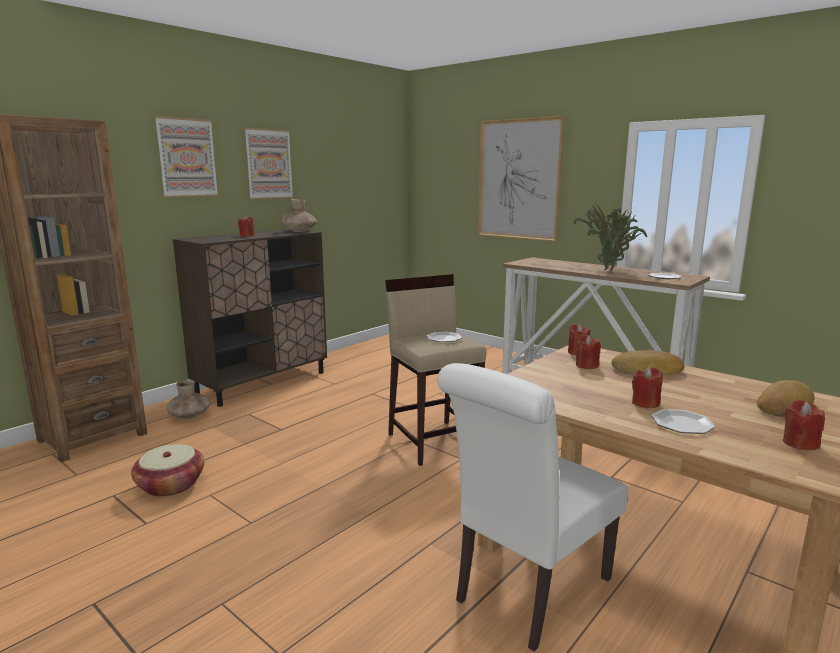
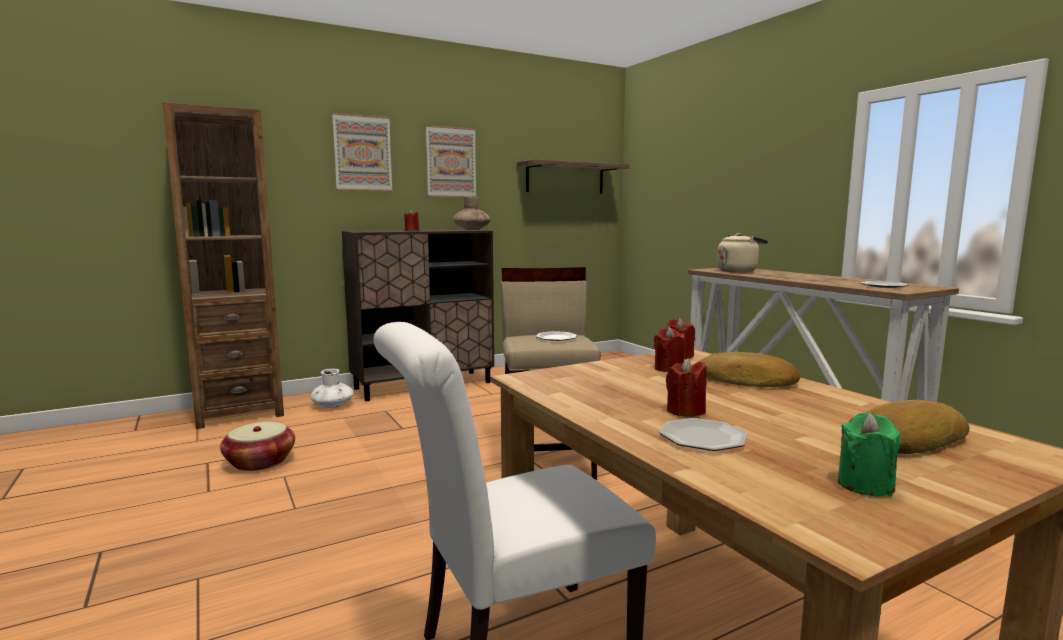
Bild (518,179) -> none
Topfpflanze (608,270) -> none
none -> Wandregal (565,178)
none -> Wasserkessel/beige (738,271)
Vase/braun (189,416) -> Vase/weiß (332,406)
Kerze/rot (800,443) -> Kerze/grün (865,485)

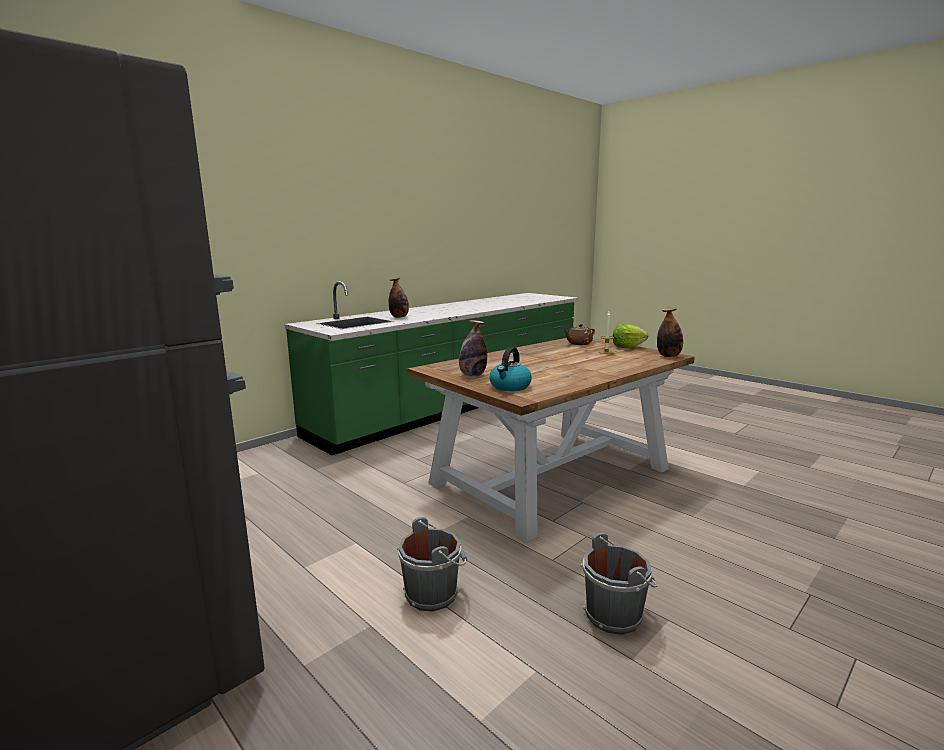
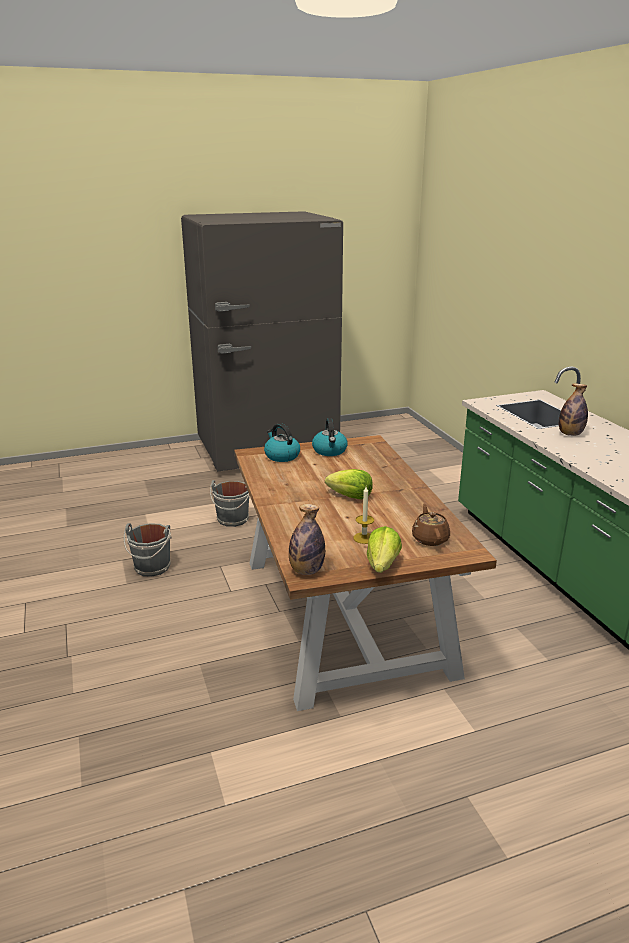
none -> Salatkopf (350,496)
Flasche (472,375) -> Wasserkessel (330,451)

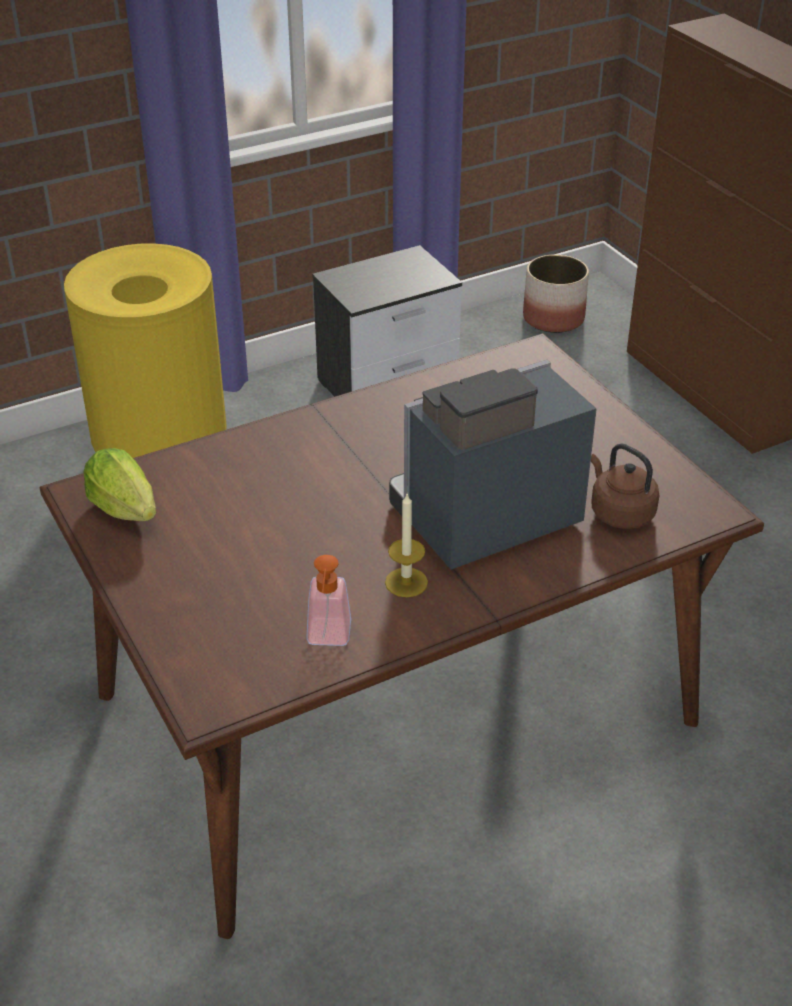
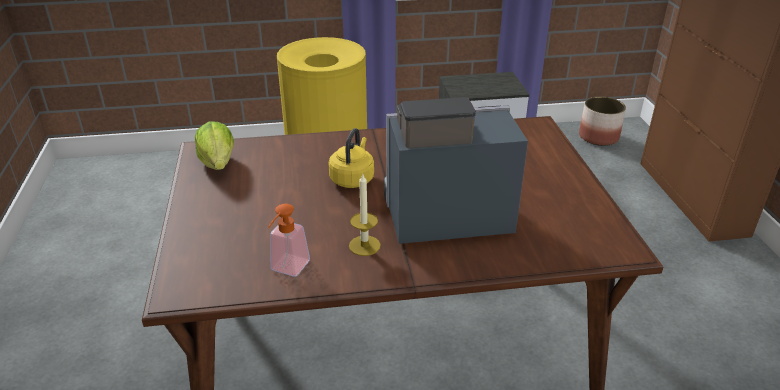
Wasserkessel/braun (619,513) -> none
none -> Wasserkessel/gelb (353,179)

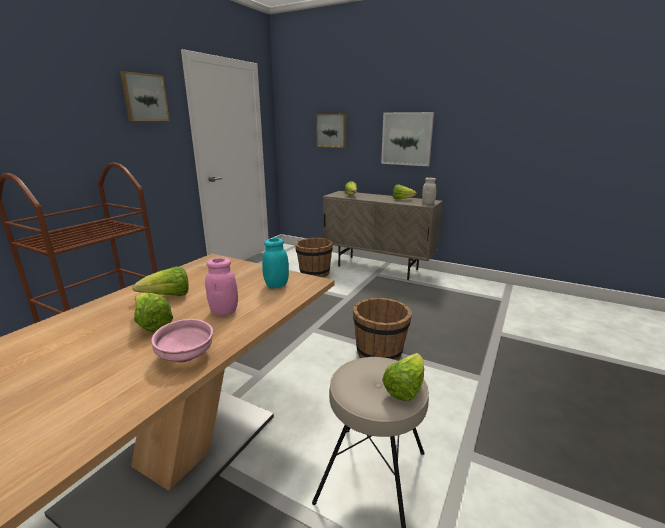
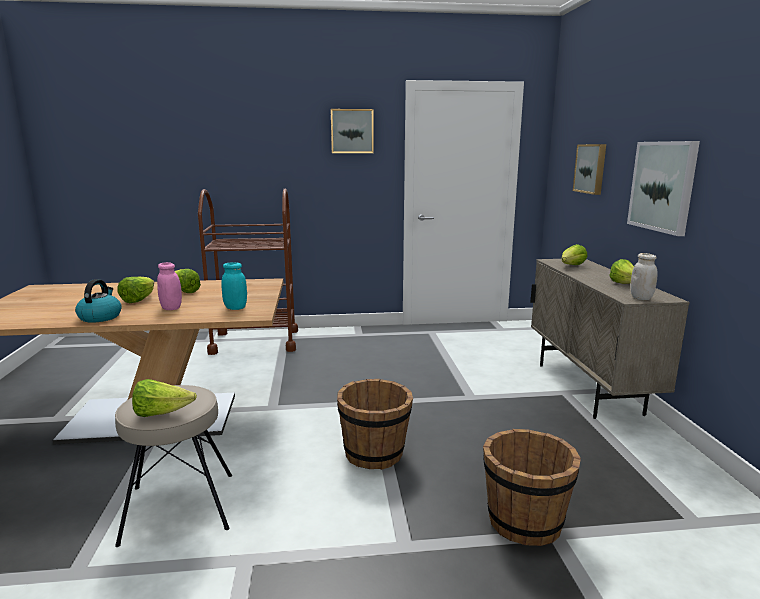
Eimer/braun (314,273) -> Eimer/braun (524,521), moved
Schüssel/rosa (186,356) -> Wasserkessel (100,317)

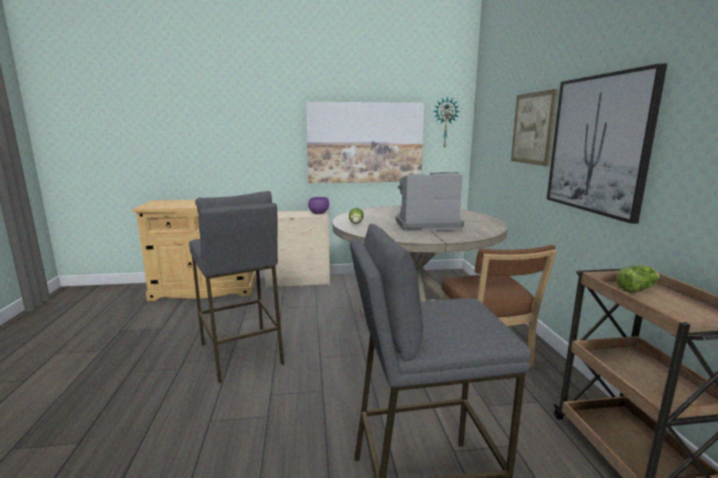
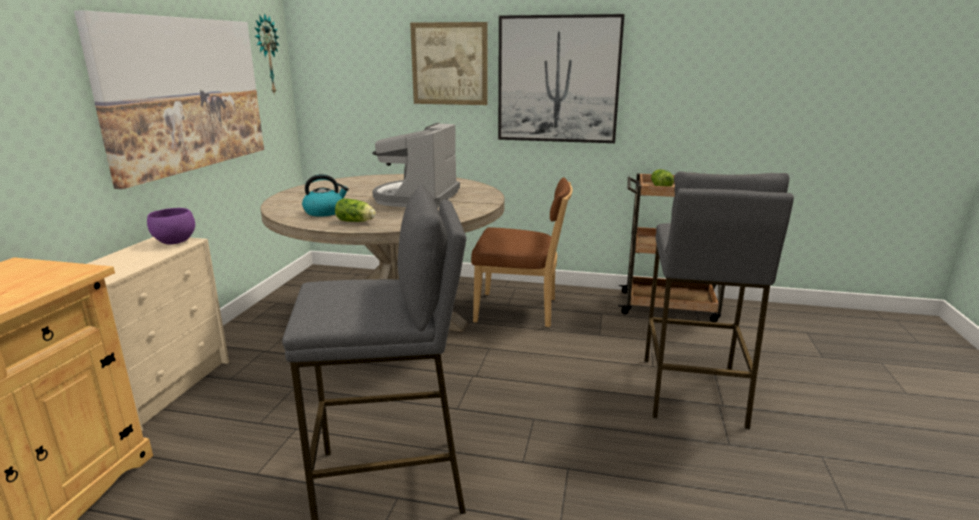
none -> Wasserkessel (325,212)

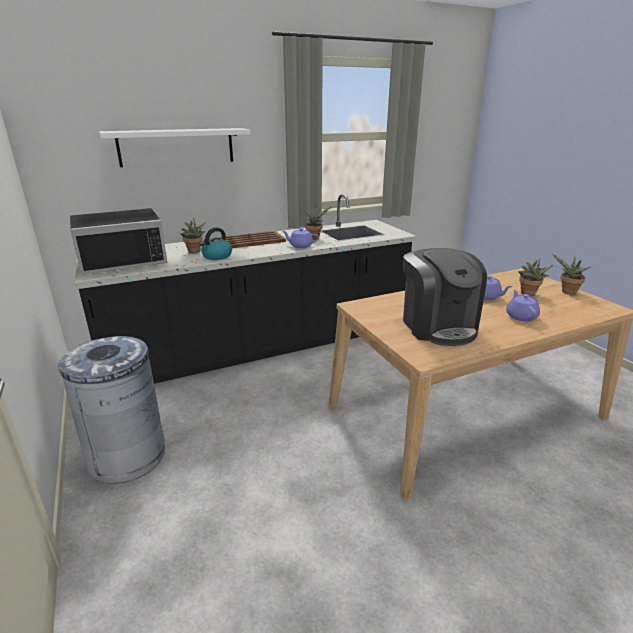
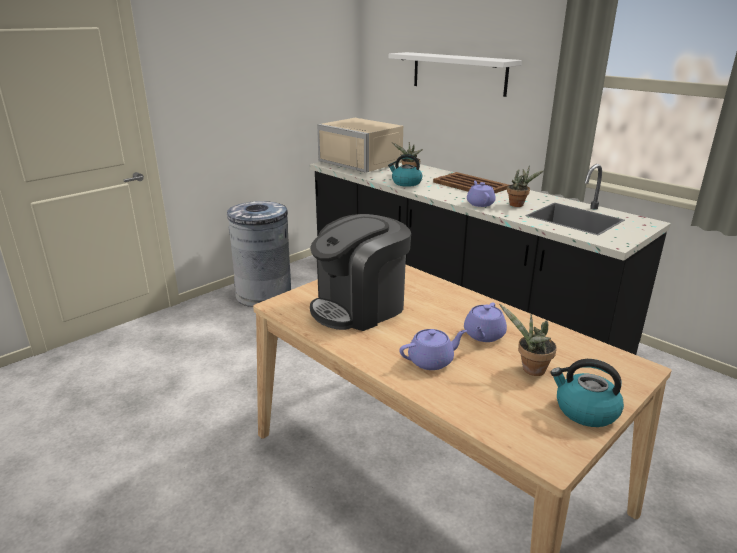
Topfpflanze (567,292) -> Wasserkessel (585,410)
Mikrowelle/schwarz (123,260) -> Mikrowelle/beige (364,163)

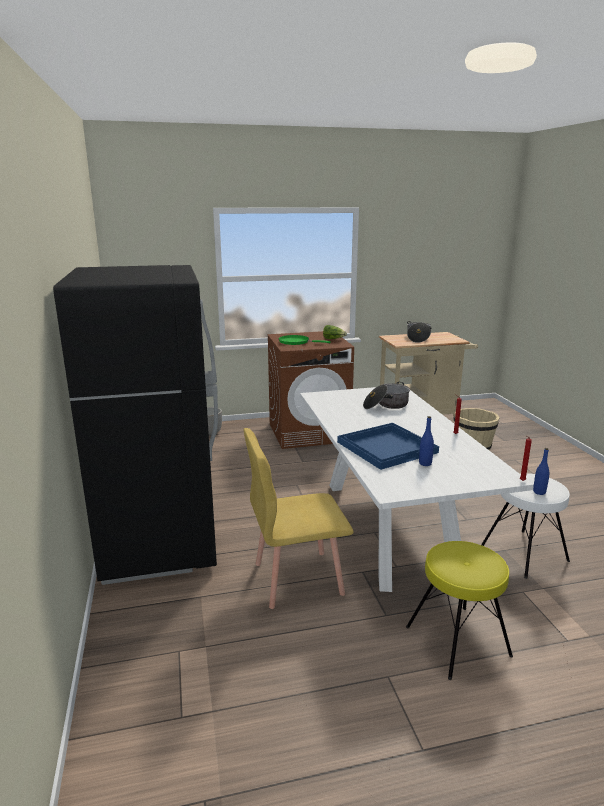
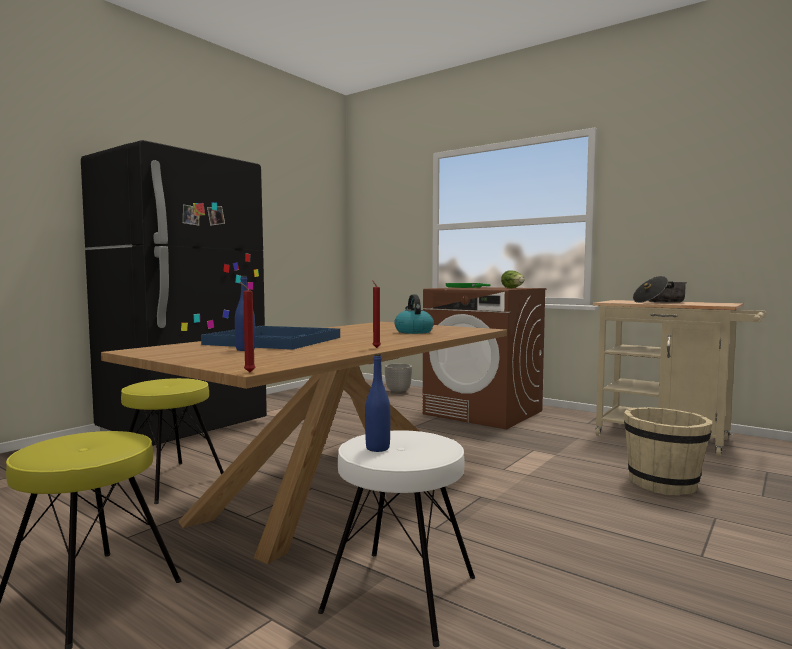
Stuhl/gelb (297,578) -> Hocker/gelb (169,481)
Kochtopf (386,405) -> Wasserkessel (413,332)
Esstisch/weiß (387,525) -> Esstisch/braun (339,490)

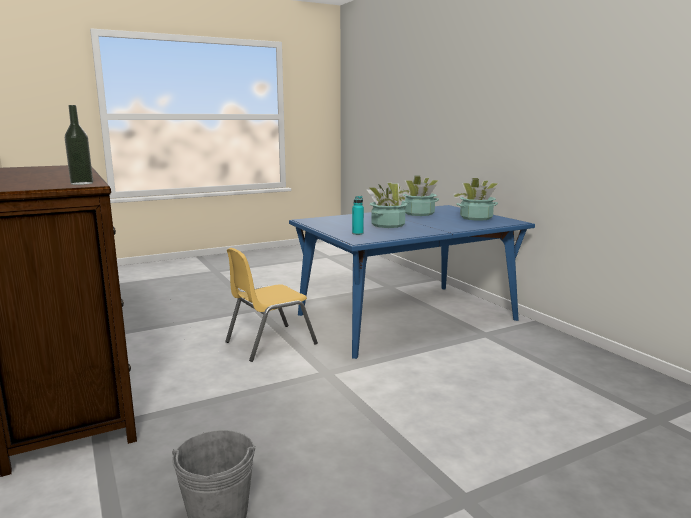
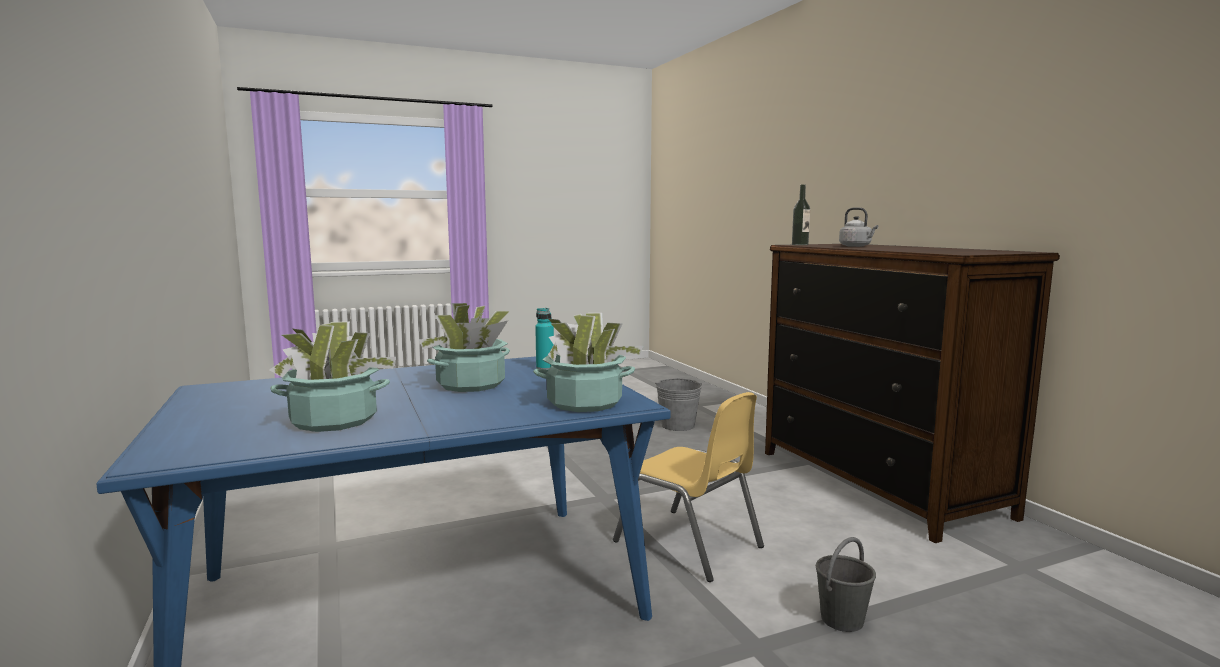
none -> Eimer/grau (841,620)
none -> Wasserkessel/grau (856,246)
Topfpflanze (476,218) -> Topfpflanze (584,403), moved
Stuhl/gelb (270,343) -> Stuhl/gelb (689,544), 75 degrees clockwise

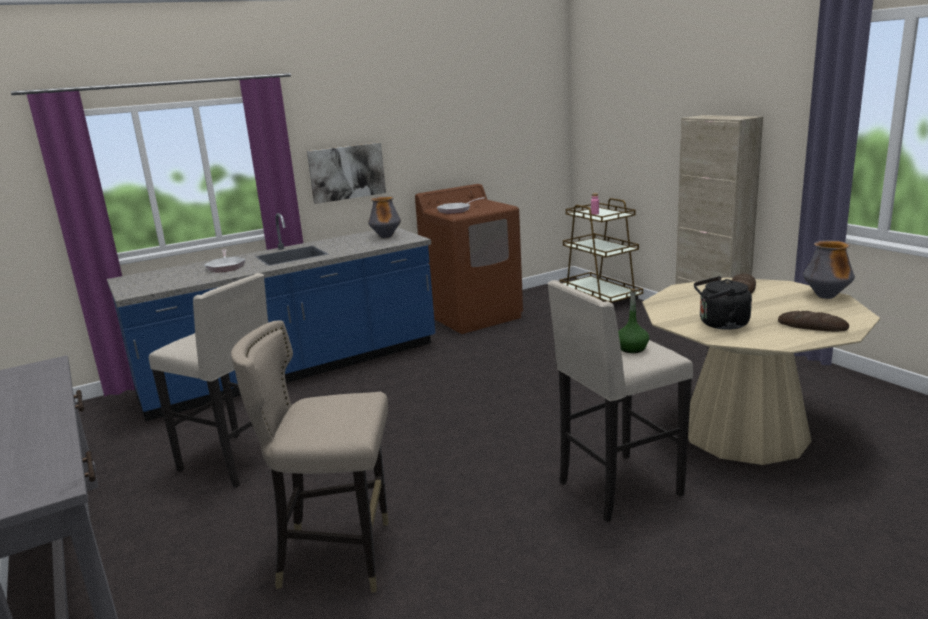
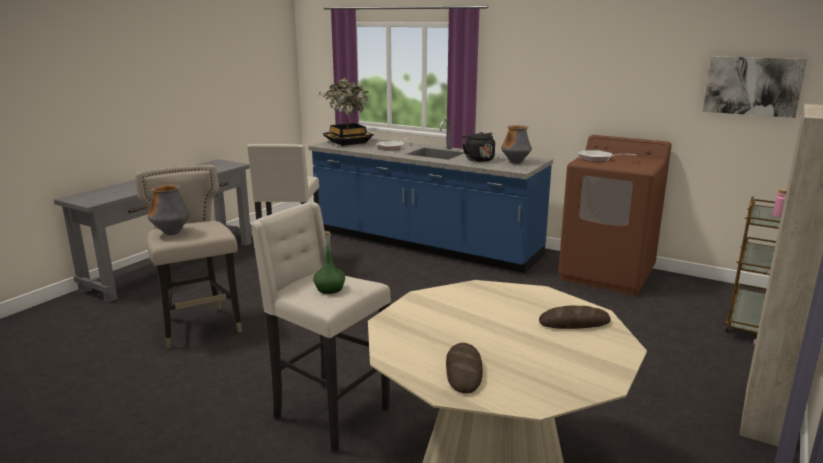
none -> Topfpflanze (348,142)
Bild (347,172) -> Bild (752,86), moved
Wasserkessel/schwarz (720,324) -> Wasserkessel/schwarz (478,159), moved
Vase (826,296) -> Vase (171,233), moved

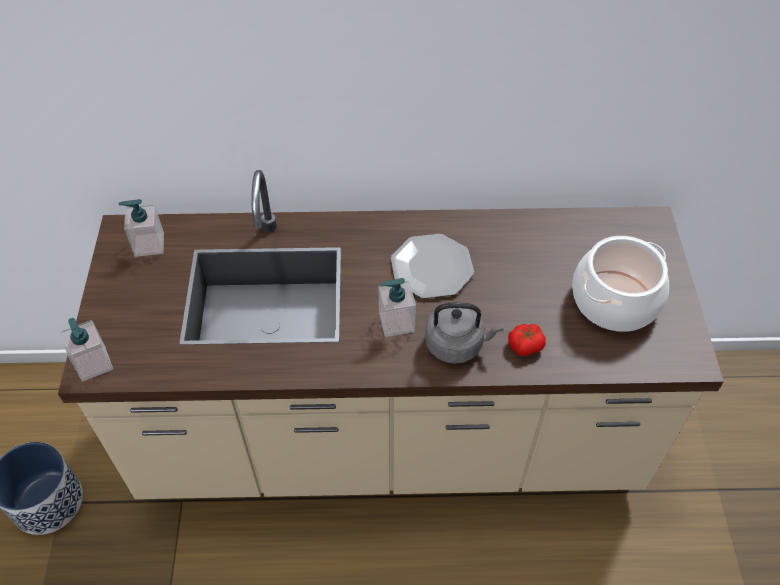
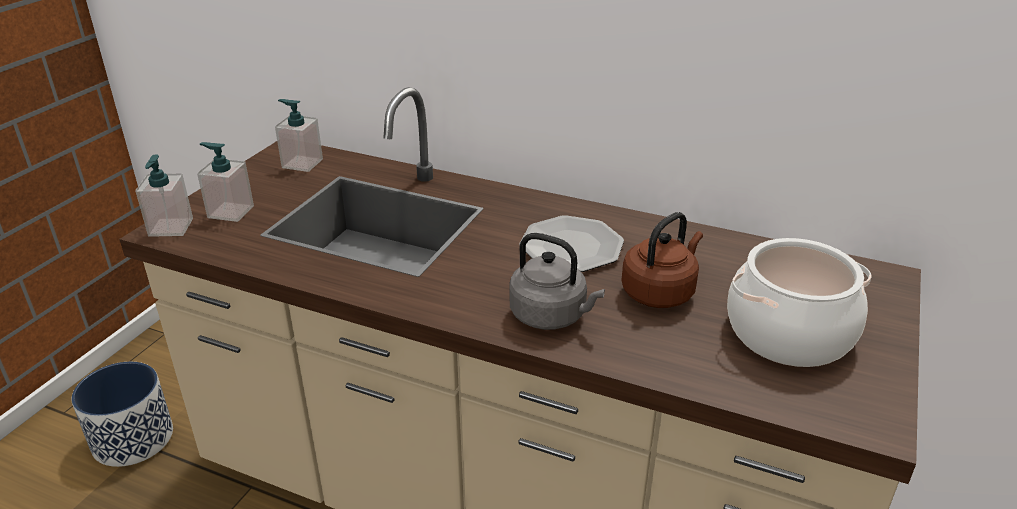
Tomate (525,345) -> none
none -> Wasserkessel/braun (660,292)
Seifenspender (396,322) -> Seifenspender (230,212), moved

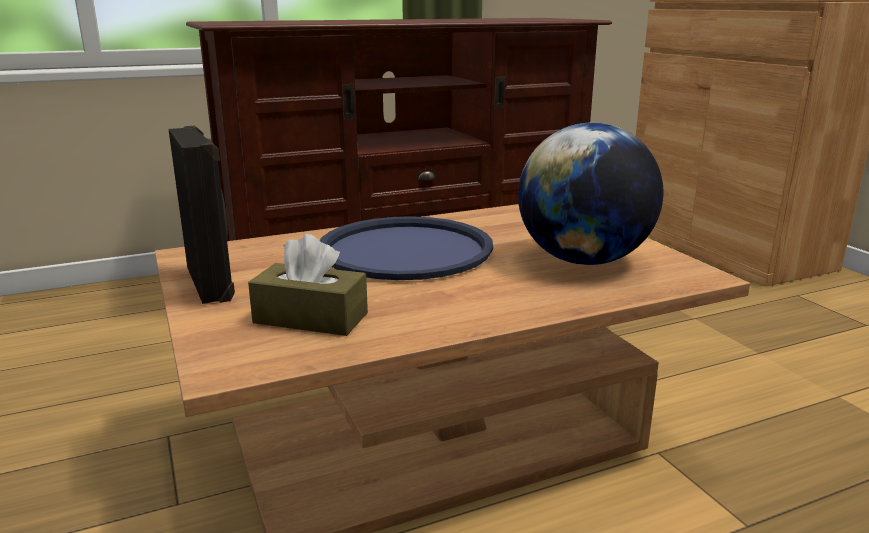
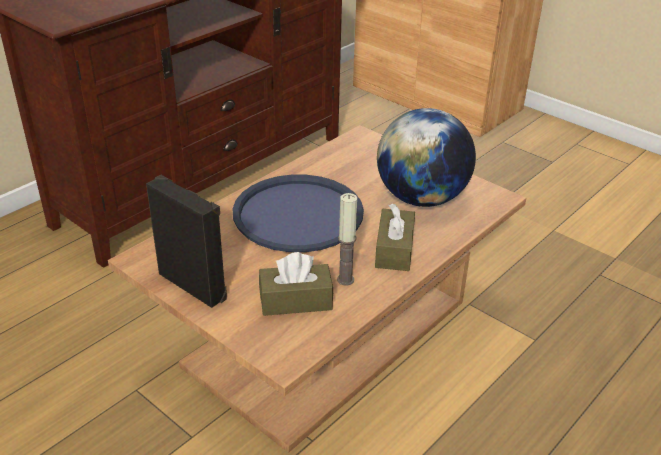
none -> Kerze (345,280)
none -> Taschentuchbox/braun (394,250)

